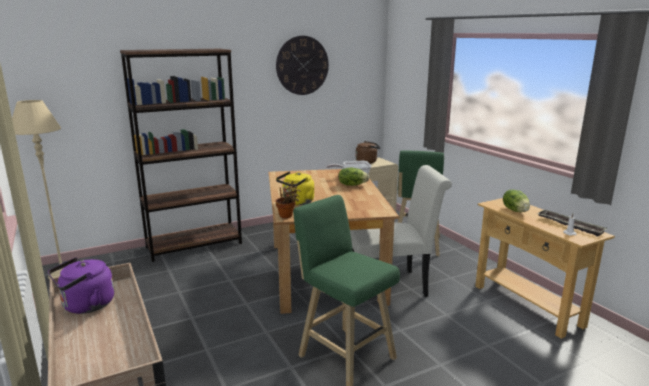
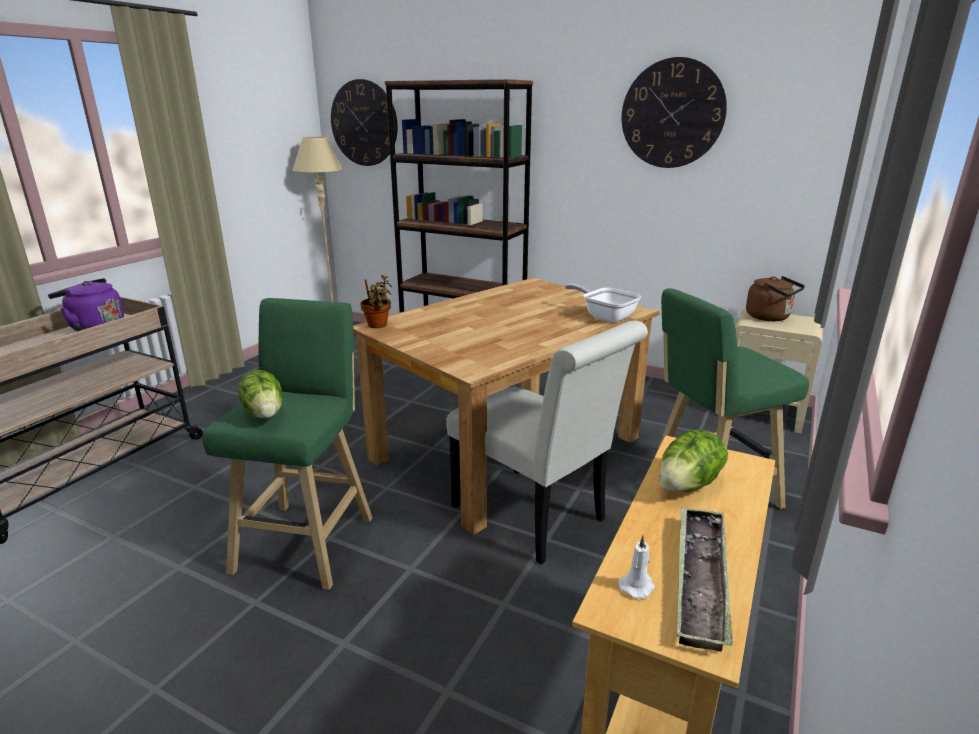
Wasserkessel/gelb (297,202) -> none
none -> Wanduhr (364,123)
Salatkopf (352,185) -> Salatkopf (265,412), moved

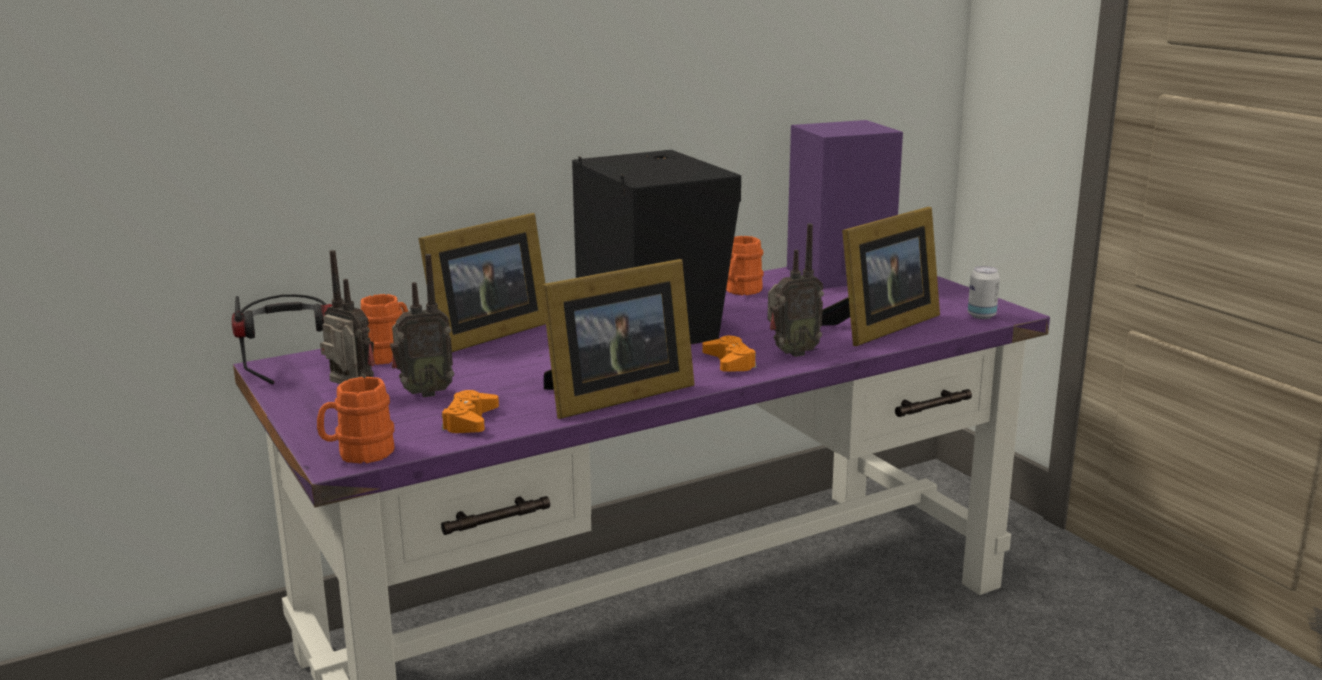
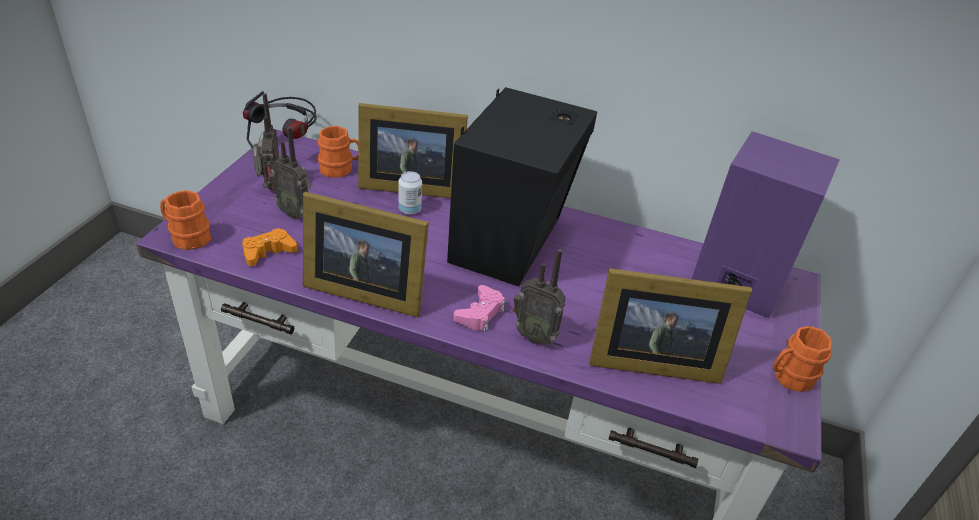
Henkelbecher/orange (741,291) -> Henkelbecher/orange (789,377), moved
Dose (981,316) -> Dose (409,209), moved
Gamepad/orange (730,362) -> Gamepad/rosa (480,313)

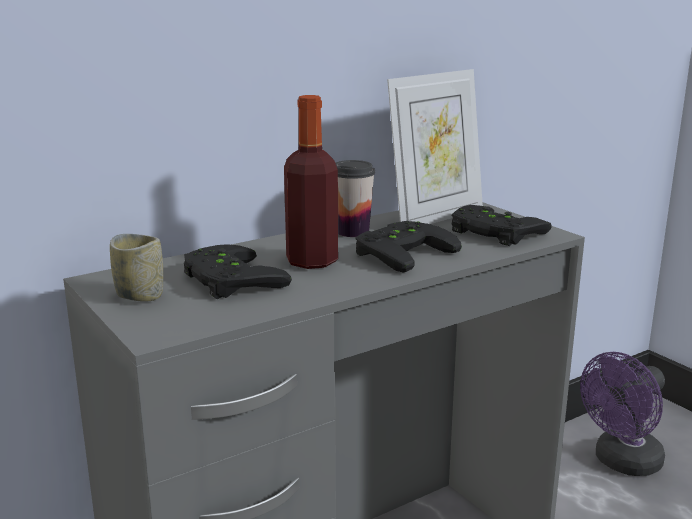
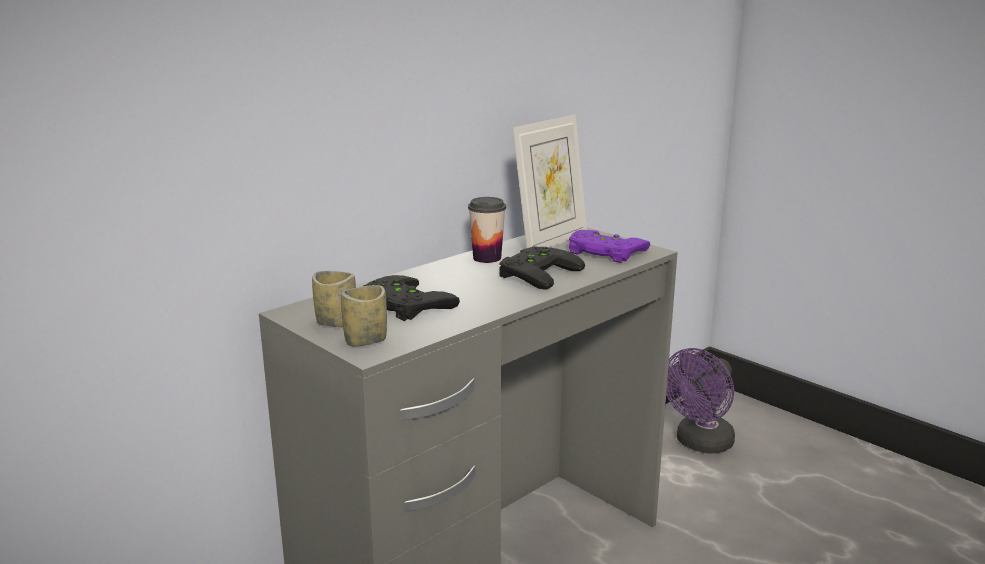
Flasche (312,261) -> none
none -> Tasse (365,340)
Gamepad/schwarz (493,232) -> Gamepad/lila (603,252)

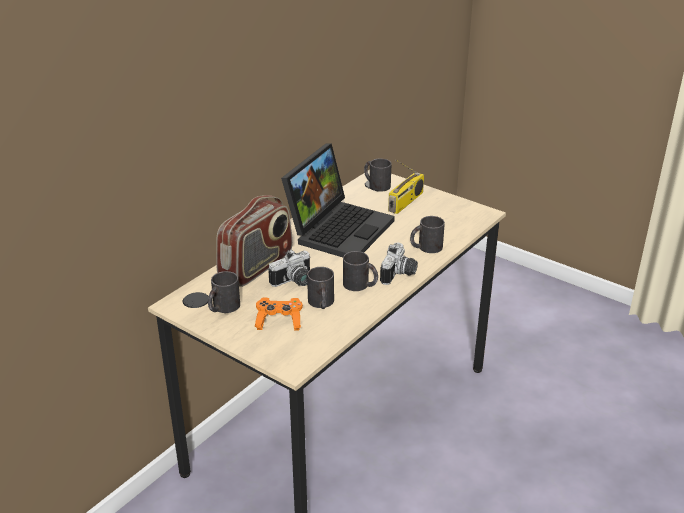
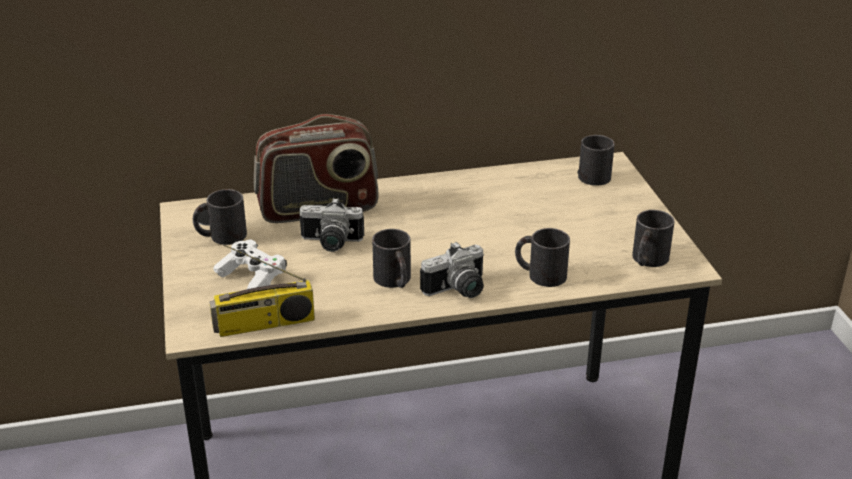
Laptop (339,228) -> none
Henkelbecher/schwarz (321,303) -> Henkelbecher/schwarz (647,260), moved
Radio (405,202) -> Radio (264,324), moved
Gamepad/orange (279,321) -> Gamepad/weiß (252,277)

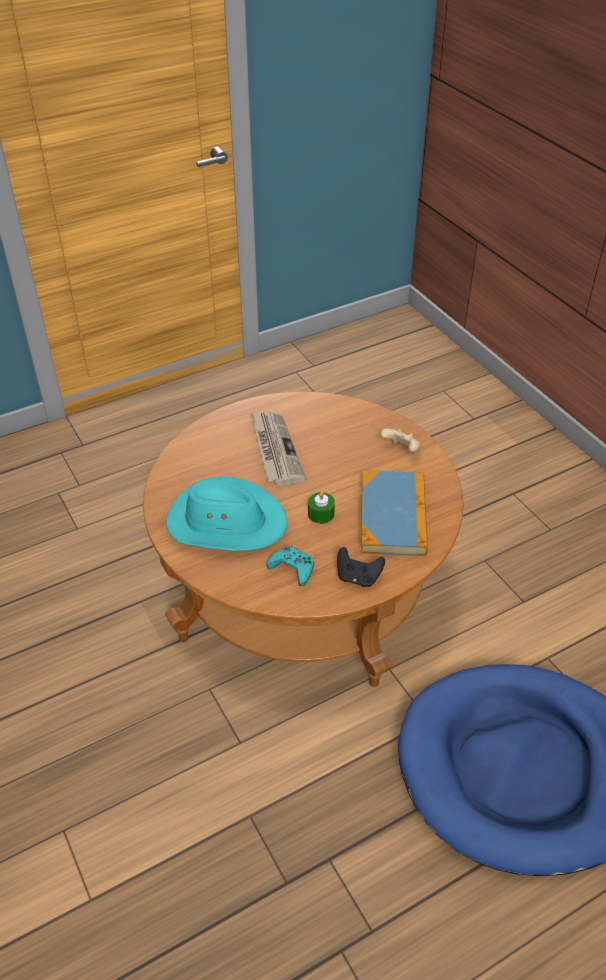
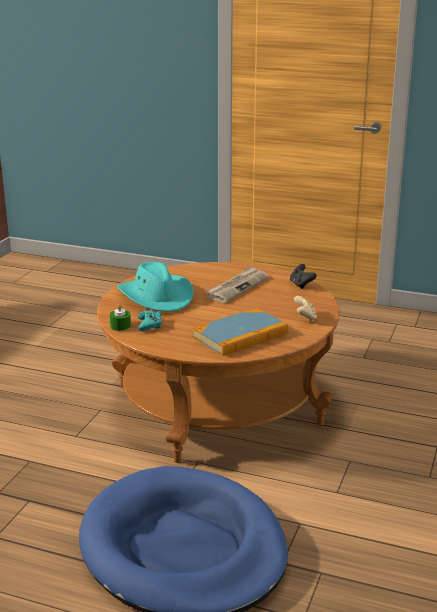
Kerze/grün (321,514) -> Kerze/grün (120,326), moved
Gamepad/schwarz (358,577) -> Gamepad/schwarz (301,285), moved

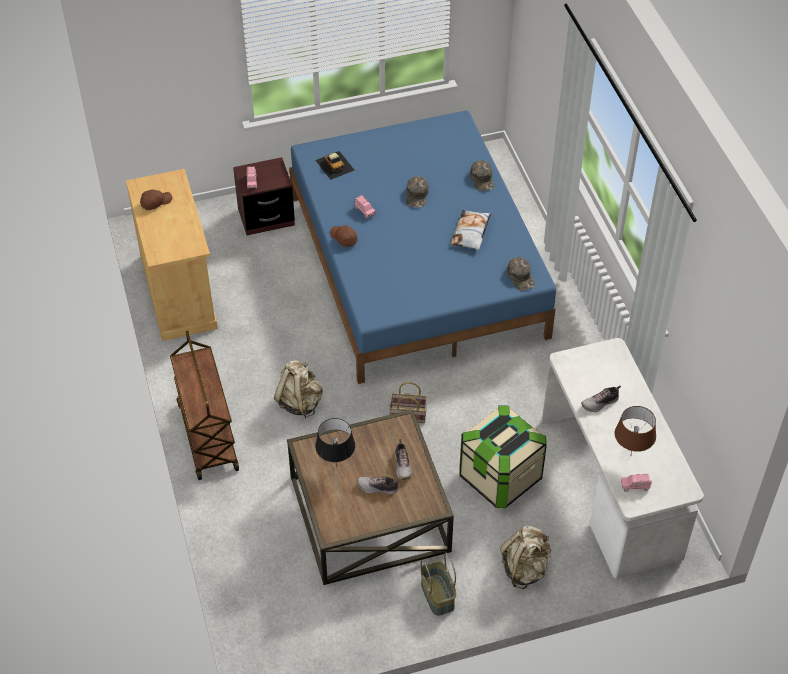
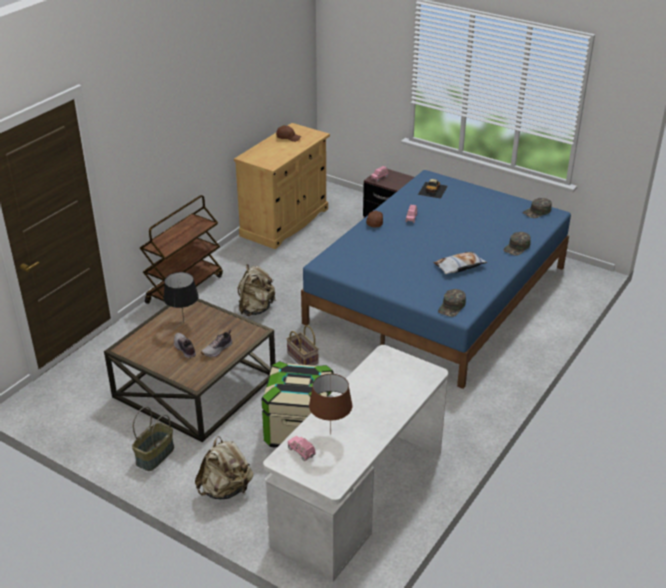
Schuh (600,403) -> none
Kappe/grün (417,195) -> Kappe/grün (537,211), moved

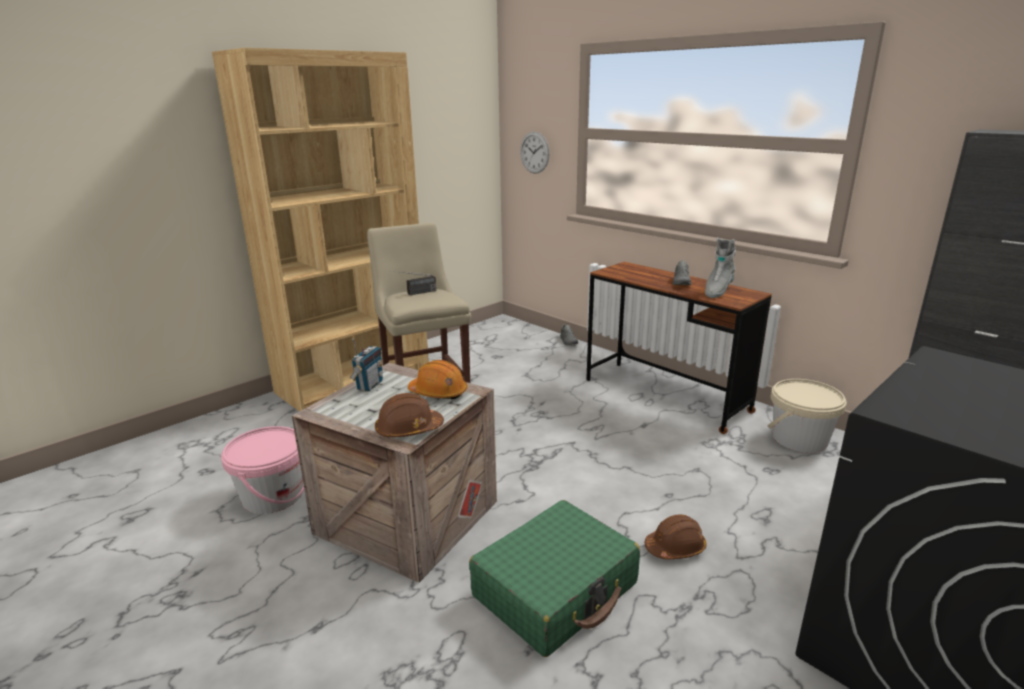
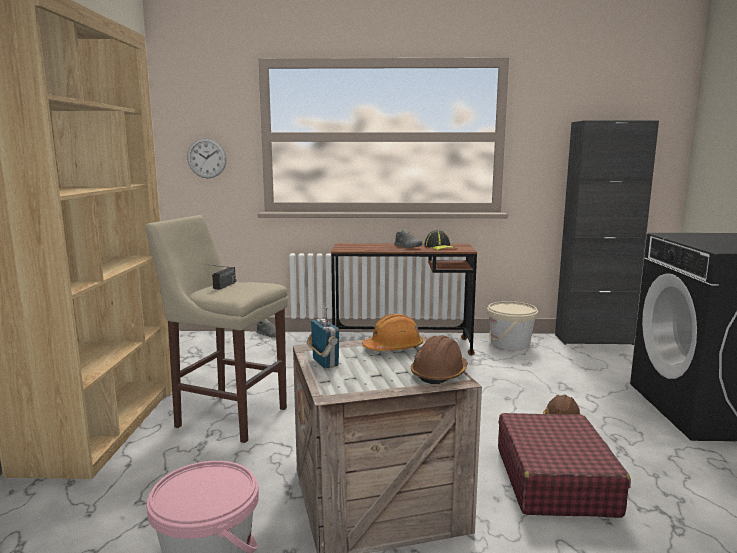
Stiefel/grau (717,291) -> Kappe (440,247)
Koffer/grün (556,590) -> Koffer/rot (555,480)

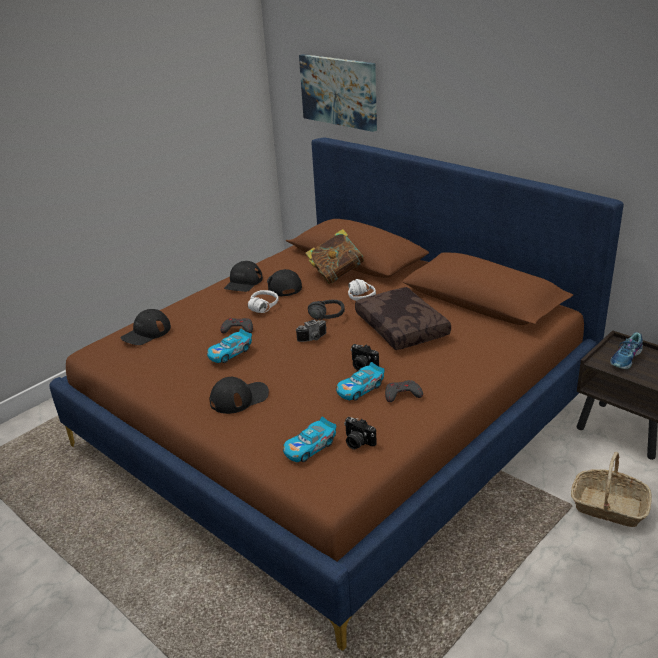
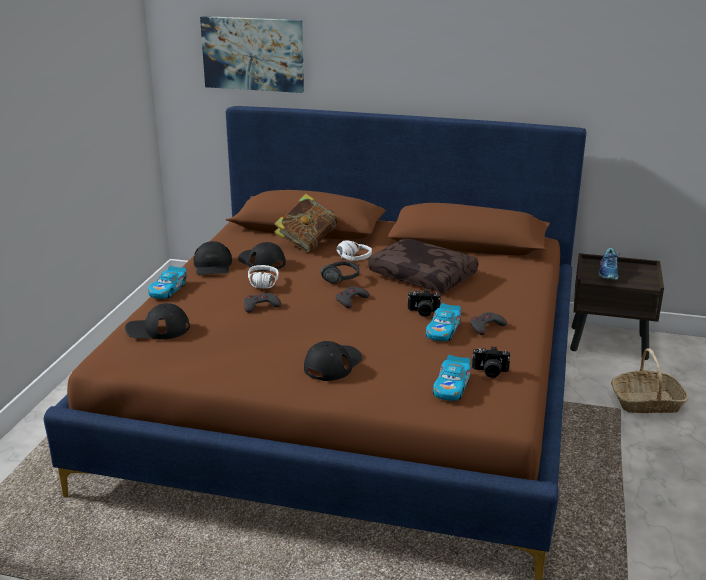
Spielzeugauto (230,353) -> Spielzeugauto (168,290), moved
Kamera (313,339) -> Gamepad/grau (351,300)
Kappe/schwarz (146,333) -> Kappe/schwarz (157,329), 75 degrees clockwise

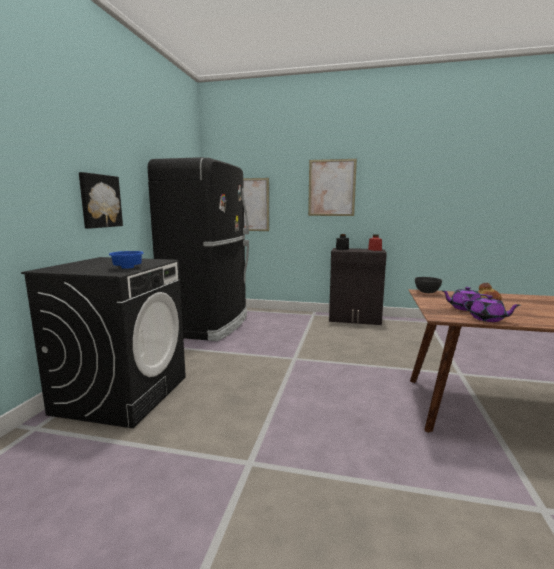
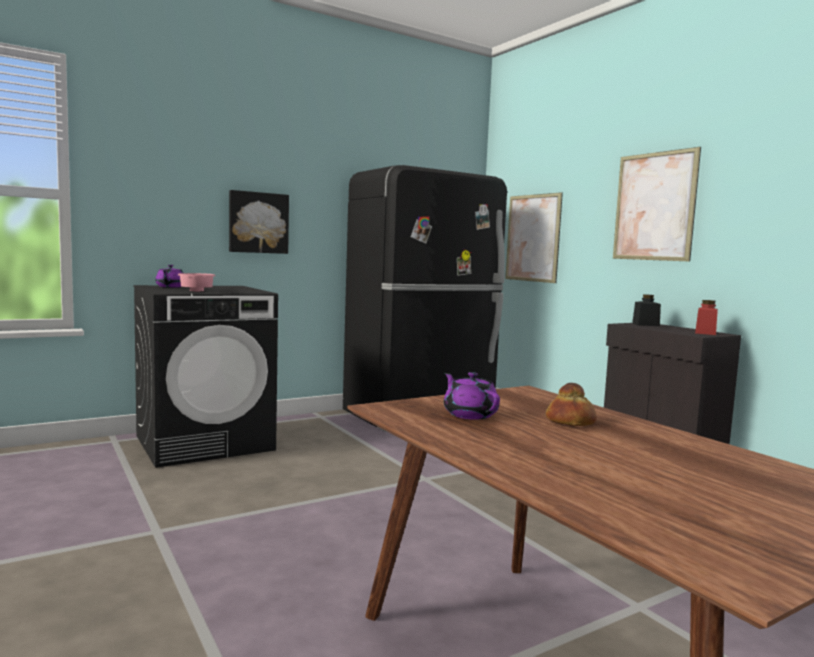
Schüssel/grau (427,292) -> none
Teekanne/lila (487,319) -> Teekanne/lila (170,287), moved
Schüssel/blau (128,268) -> Schüssel/rosa (198,291)

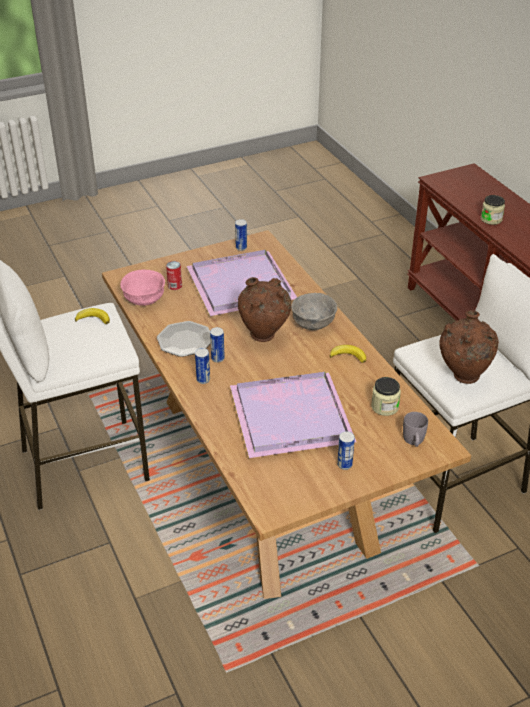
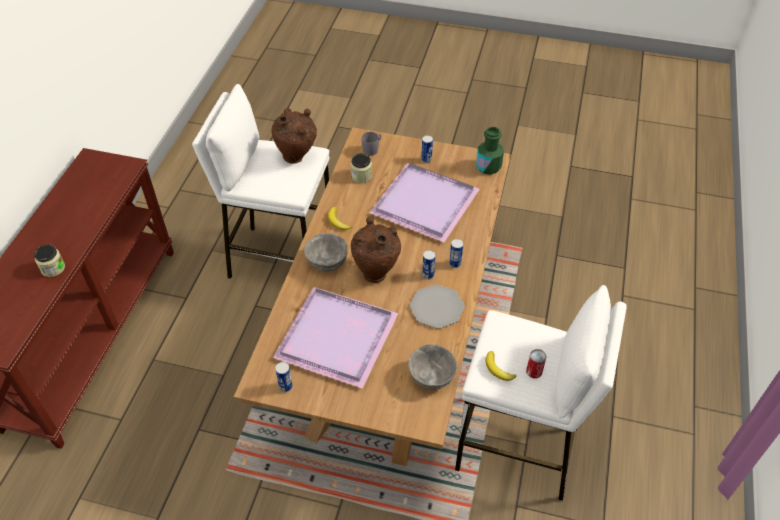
none -> Flasche/grün (488,167)
Dose (174,286) -> Dose (534,371), moved
Schüssel/rosa (145,299) -> Schüssel/grau (431,376)

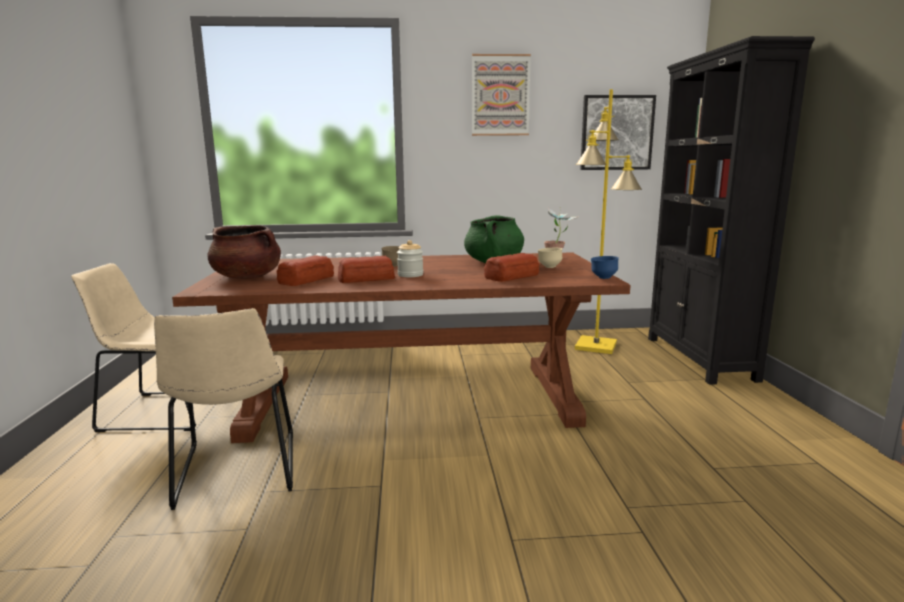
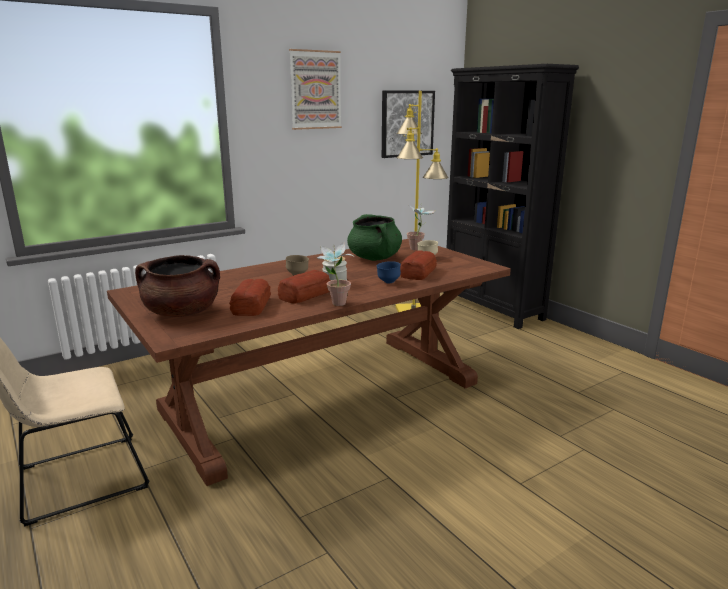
Stuhl/beige (237,471) -> none
none -> Topfpflanze (335,305)
Schüssel/blau (603,278) -> Schüssel/blau (388,282), moved

